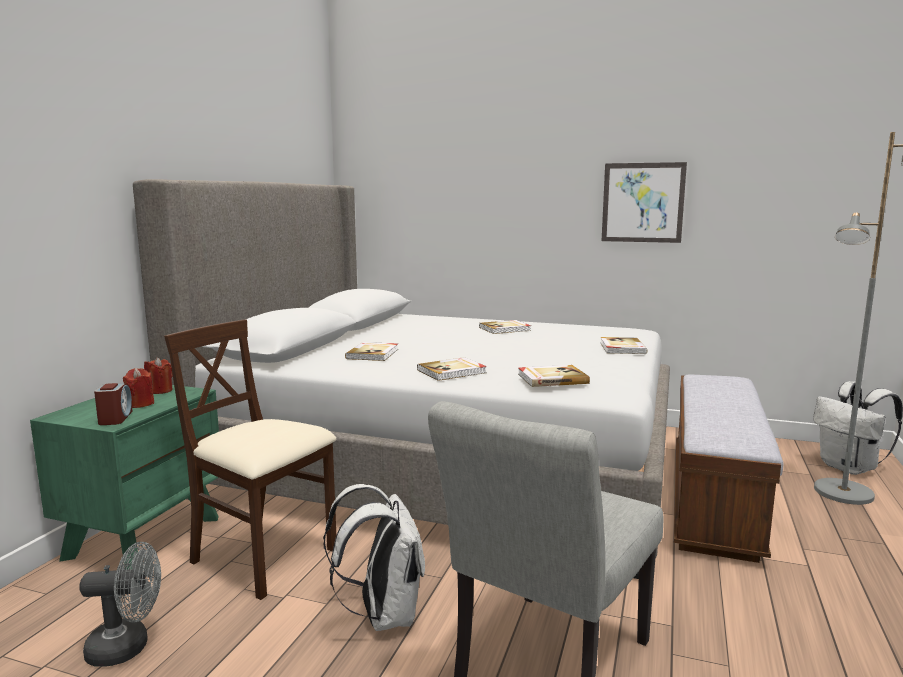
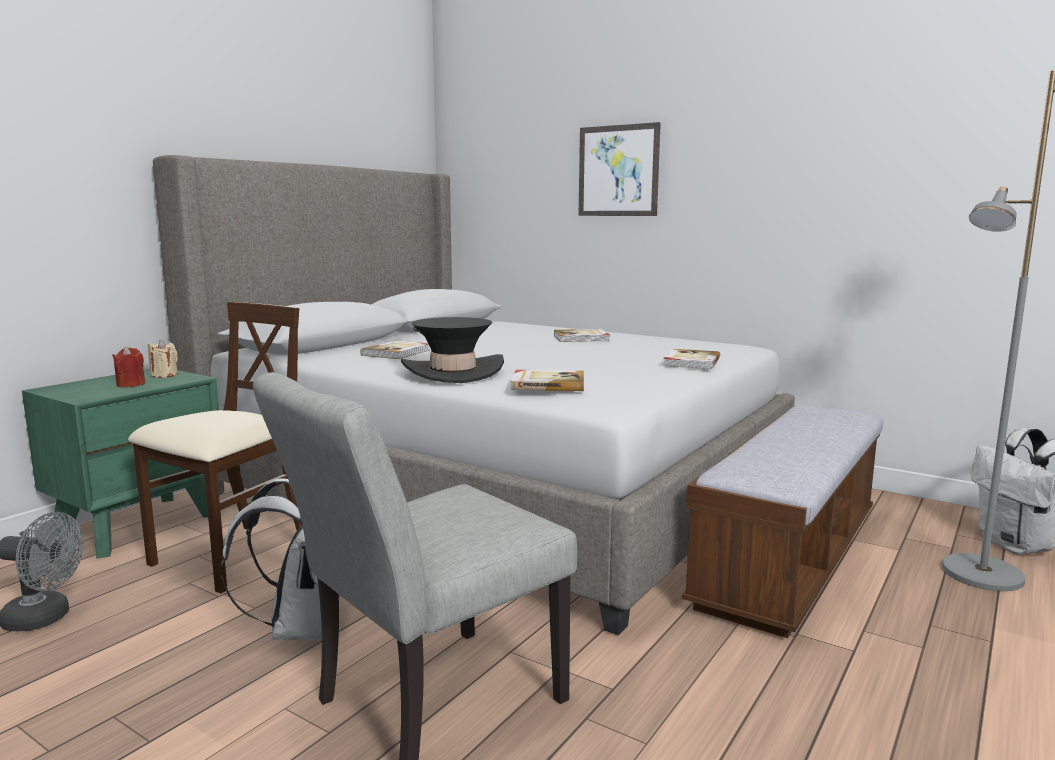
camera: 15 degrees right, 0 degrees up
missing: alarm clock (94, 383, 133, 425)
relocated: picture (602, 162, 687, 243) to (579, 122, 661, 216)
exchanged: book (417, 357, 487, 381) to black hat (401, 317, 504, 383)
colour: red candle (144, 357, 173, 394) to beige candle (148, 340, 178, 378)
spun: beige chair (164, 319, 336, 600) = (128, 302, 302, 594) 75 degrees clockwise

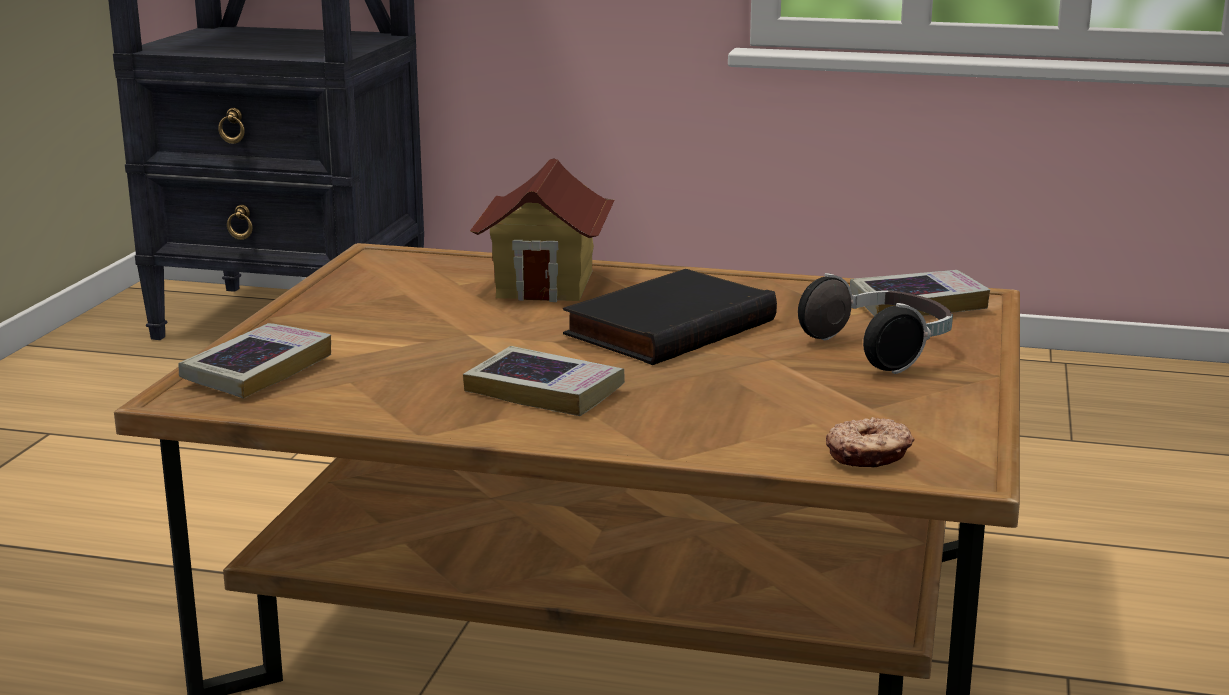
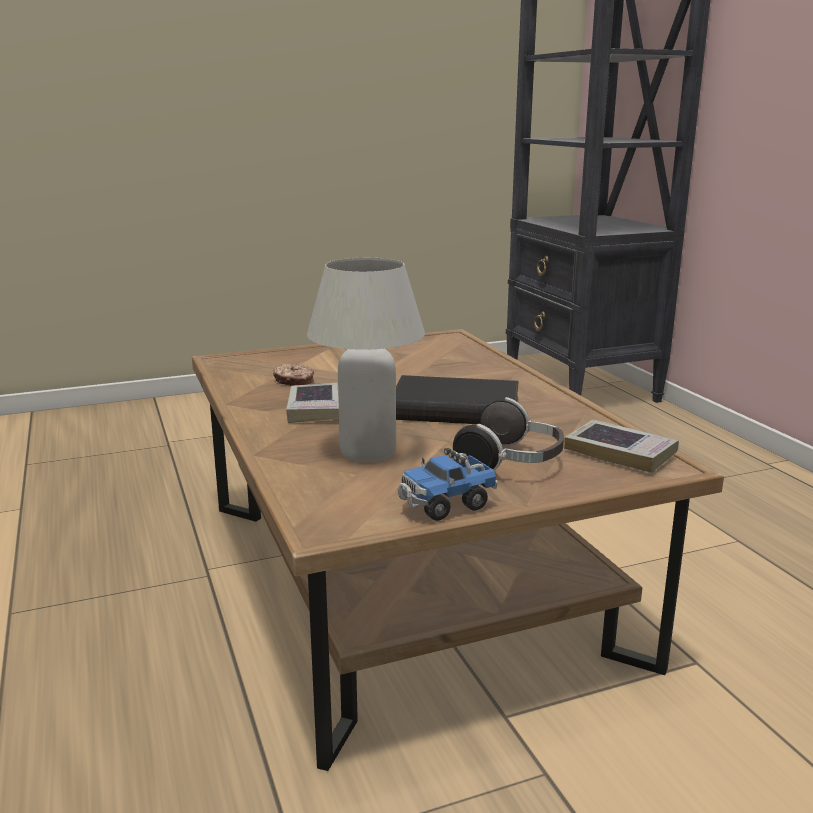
camera: 55 degrees right, 0 degrees up
missing: toy house (470, 159, 615, 302); book (178, 323, 331, 398)
appeared: white table lamp (307, 258, 425, 462); toy truck (398, 448, 497, 521)
relocated: donut (826, 417, 914, 468) to (273, 364, 314, 386)

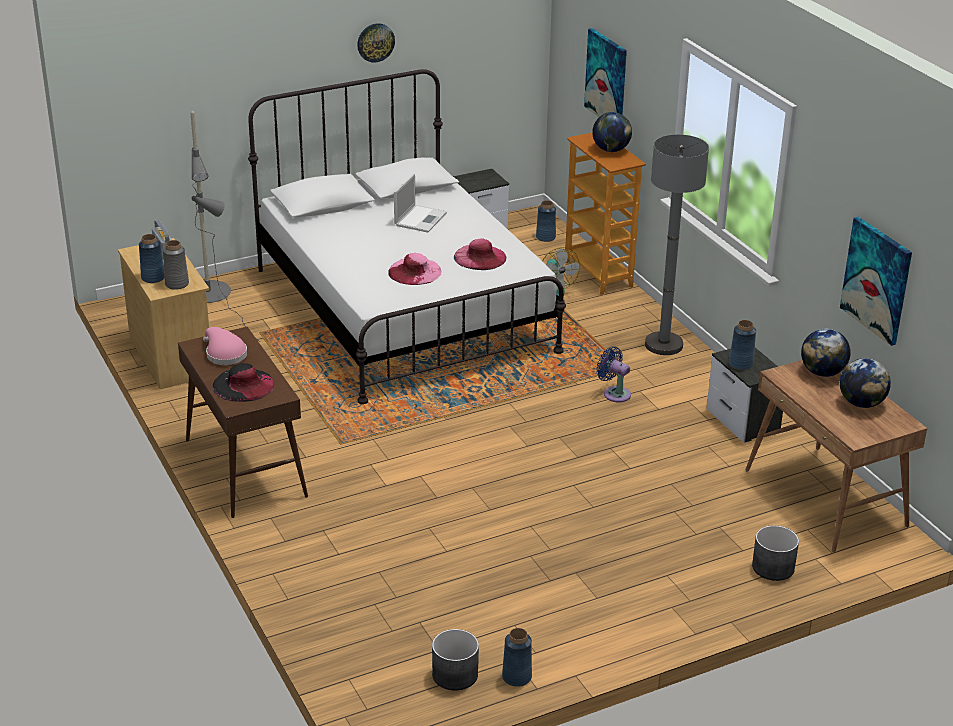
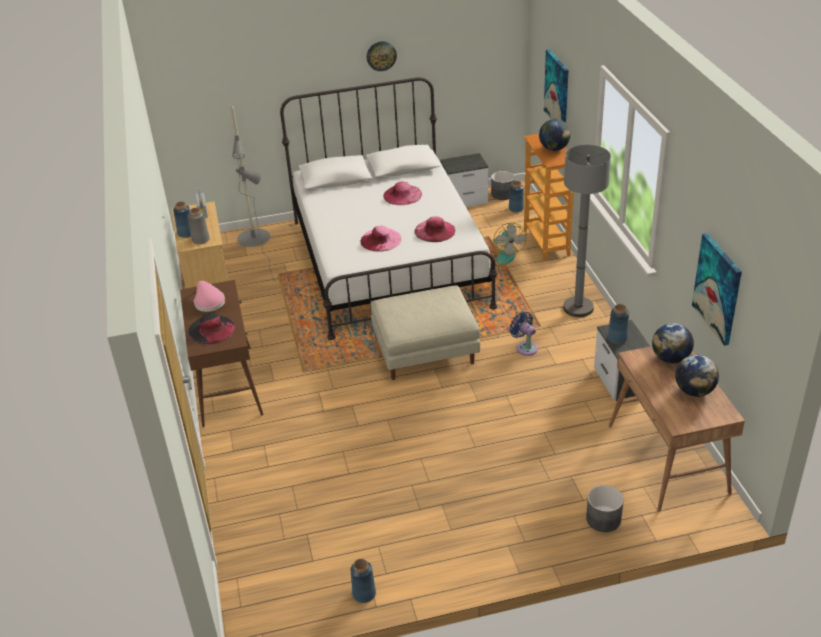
camera: 15 degrees right, 5 degrees up
appeared: beige ottoman (371, 285, 480, 380)
relocated: grey planter (432, 629, 479, 691) to (491, 171, 515, 200)
exchanged: laptop (394, 174, 447, 233) to pink hat (383, 181, 422, 205)

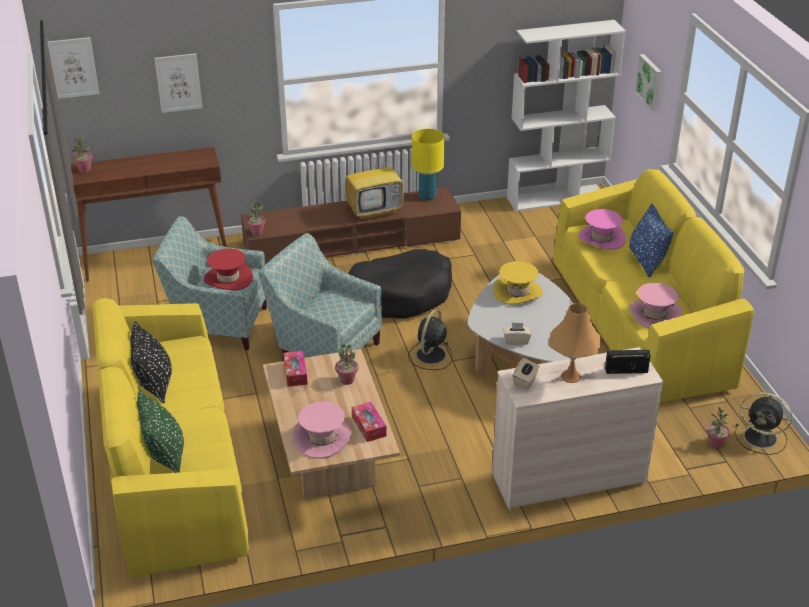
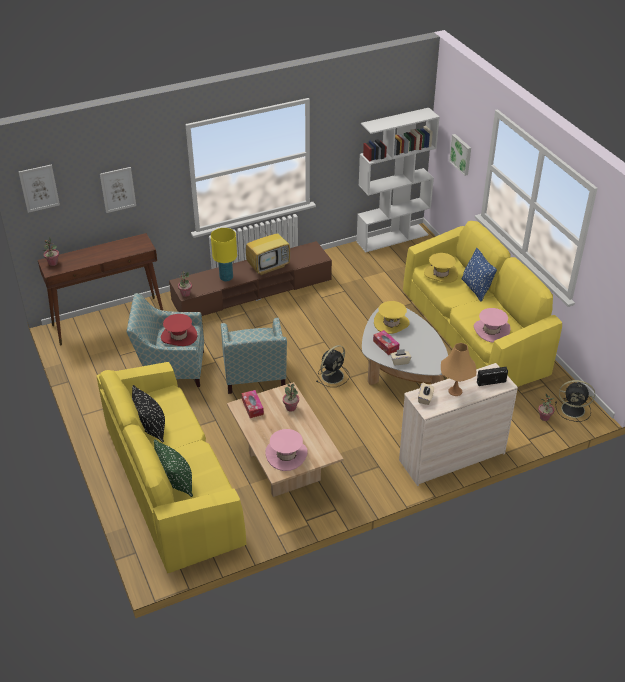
camera: 10 degrees left, 5 degrees up
missing: black dog bed (348, 249, 452, 319)
relocated: yellow table lamp (412, 129, 445, 200) to (211, 228, 237, 282); tissue box (352, 402, 387, 442) to (373, 330, 399, 355)
colour: pink hat (578, 209, 626, 250) to yellow hat (424, 253, 458, 283)
spun: armchair (258, 233, 382, 361) = (221, 318, 287, 394) 120 degrees counterclockwise; black fan (408, 309, 452, 370) = (316, 345, 350, 387) 150 degrees counterclockwise

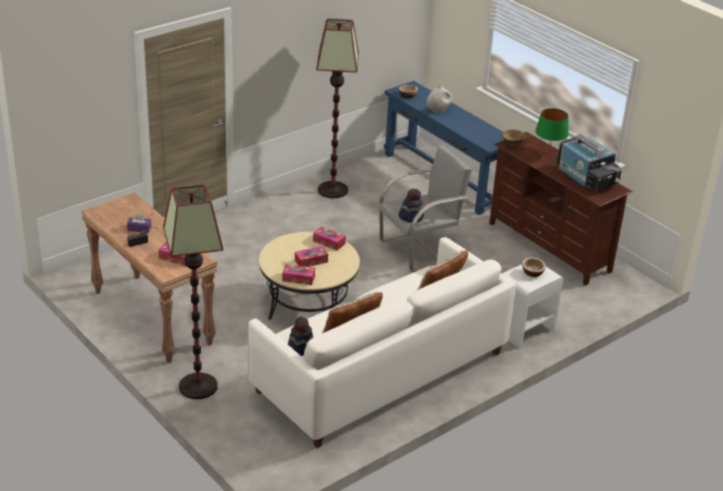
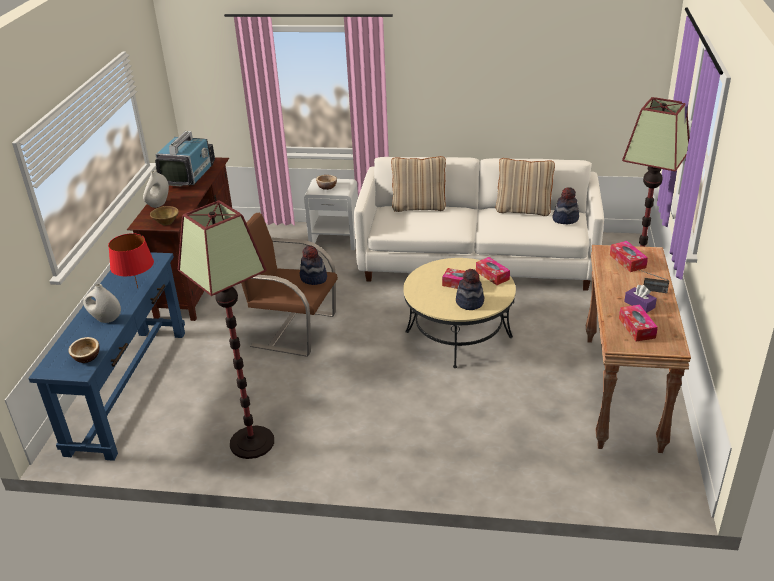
camera: 130 degrees left, 0 degrees up
appeared: red table lamp (108, 233, 154, 288); hat (456, 269, 484, 310)
relocated: tissue box (313, 226, 346, 251) to (619, 305, 658, 341)
exchanged: green table lamp (535, 108, 569, 152) to white vase (143, 170, 169, 208)
colour: grey armchair (379, 145, 472, 272) to brown armchair (241, 213, 338, 357)

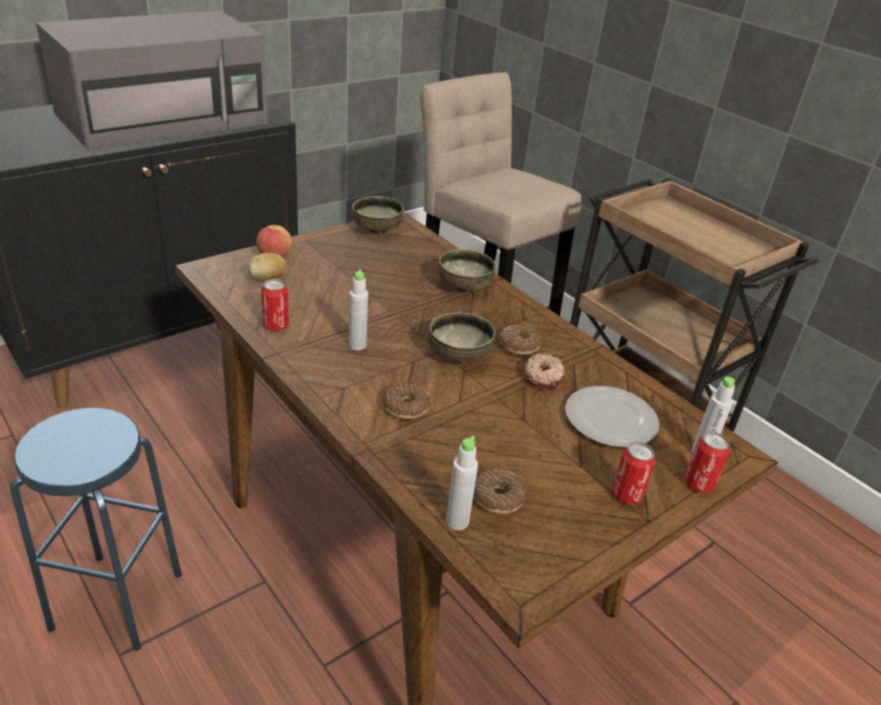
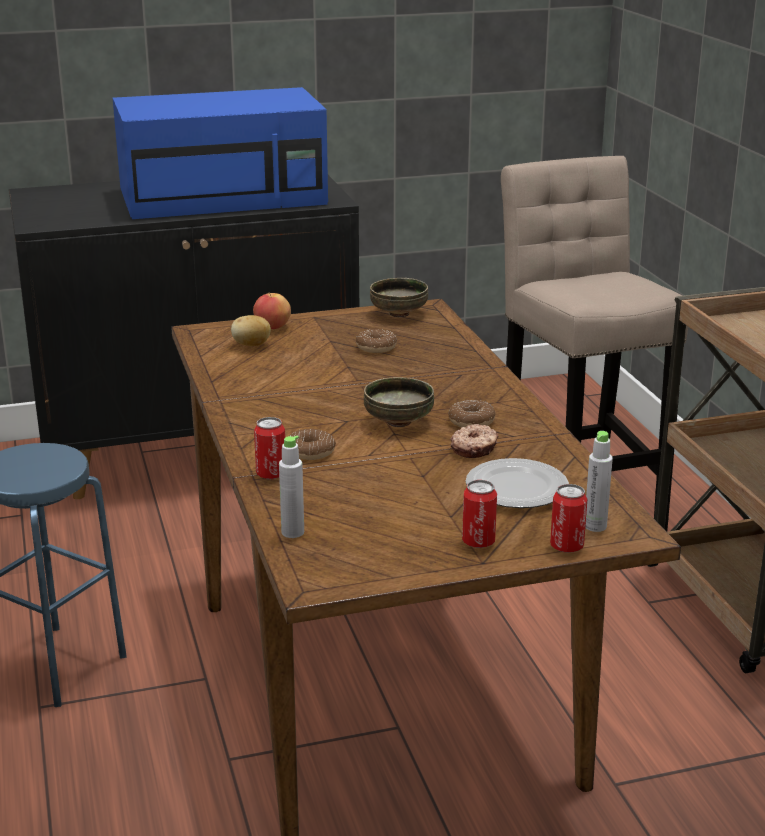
camera: 25 degrees right, 10 degrees down
missing: bowl (438, 249, 496, 292); grey bottle (348, 270, 368, 350)
relocated: can (261, 279, 289, 331) to (254, 417, 285, 479); donut (473, 469, 526, 514) to (356, 329, 397, 353)
colour: grey microwave (36, 11, 268, 151) to blue microwave (113, 87, 328, 219)

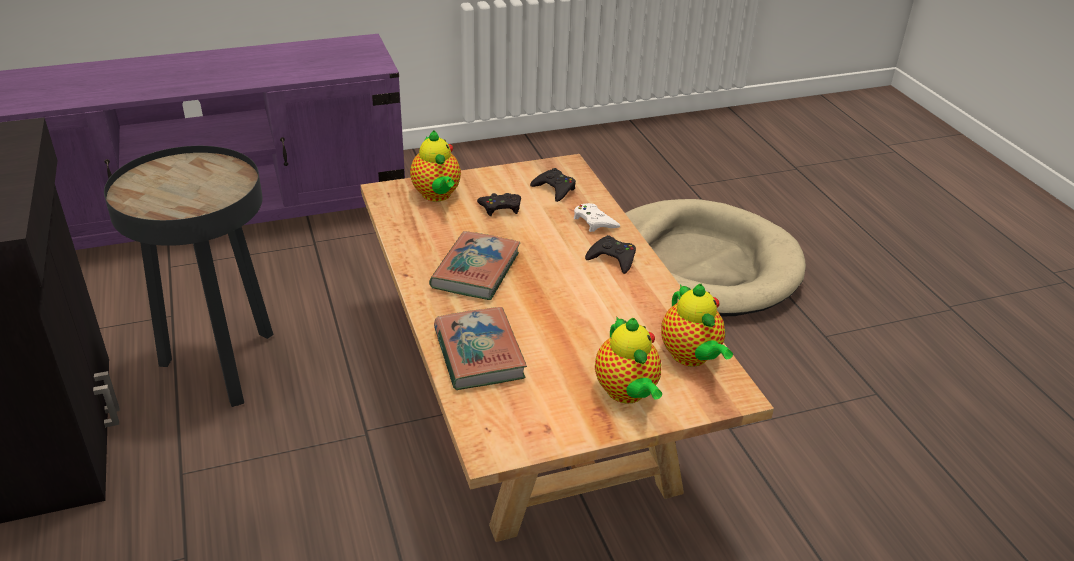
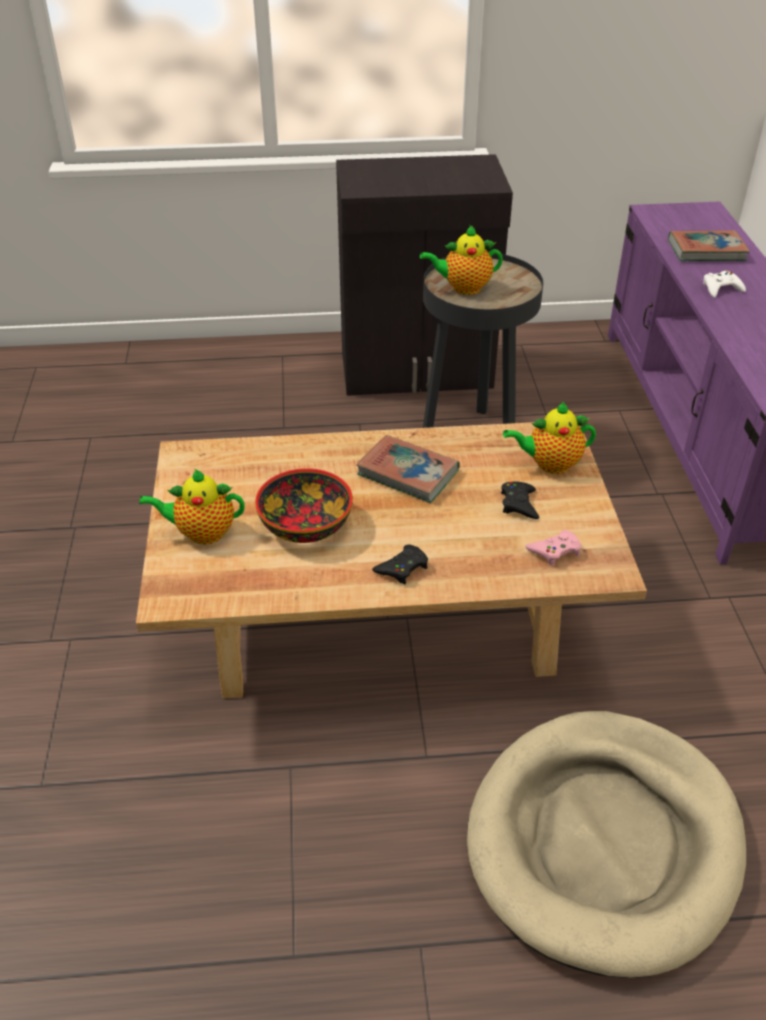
camera: 105 degrees right, 5 degrees up
appeared: bowl (255, 468, 353, 543)
relocated: white game controller (574, 203, 620, 232) to (703, 271, 746, 298); teapot (661, 284, 733, 367) to (420, 225, 503, 295); book (434, 307, 527, 390) to (668, 230, 750, 261)
colour: black game controller (530, 168, 576, 202) to pink game controller (525, 530, 582, 566)

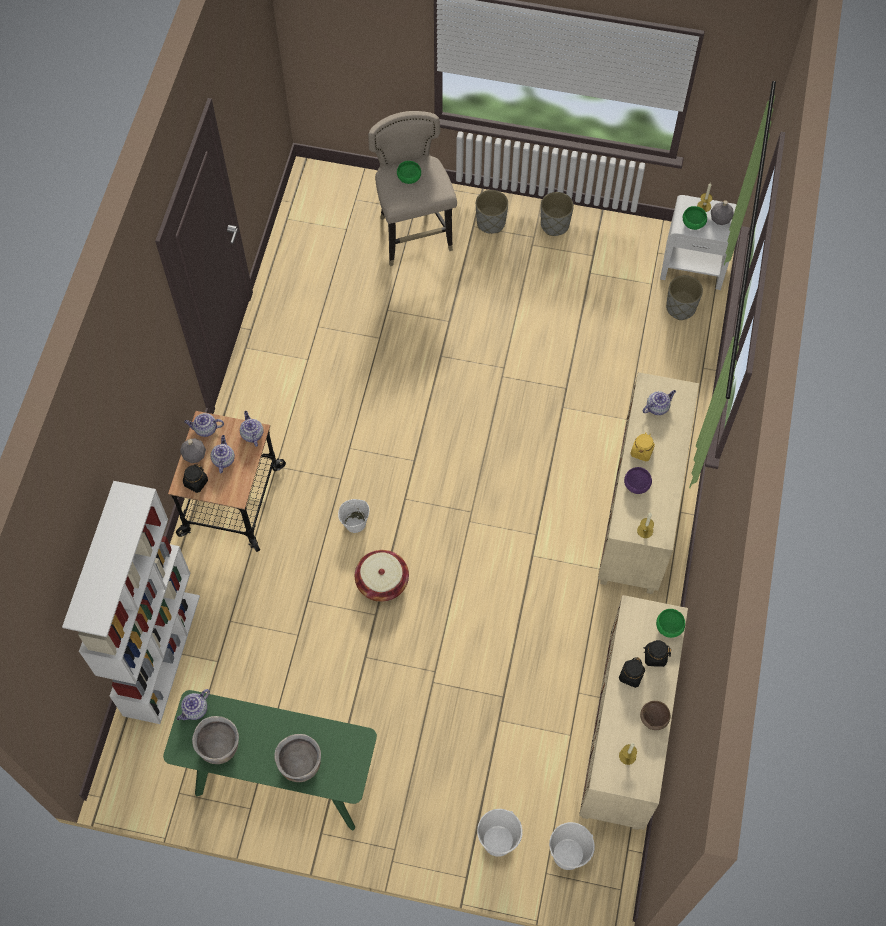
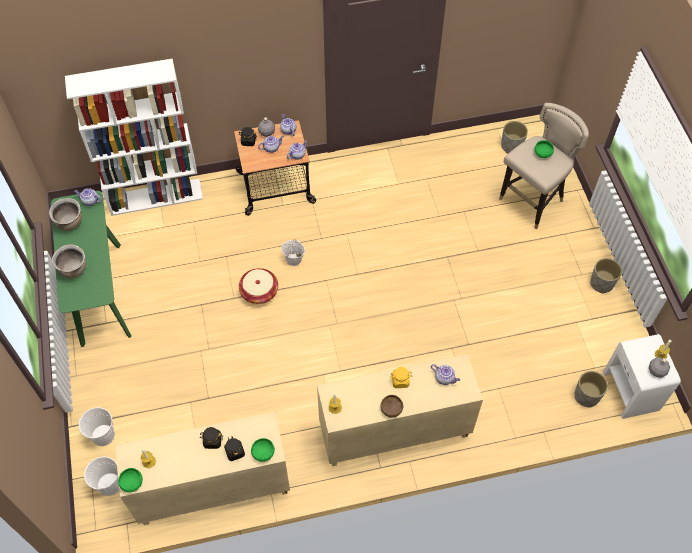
camera: 65 degrees right, 5 degrees down
missing: purple bowl (624, 467, 652, 494)
relocated: grey planter (476, 190, 508, 234) to (501, 121, 528, 153); green bowl (683, 206, 707, 230) to (118, 468, 143, 492); brown bowl (640, 701, 670, 730) to (380, 395, 403, 417)

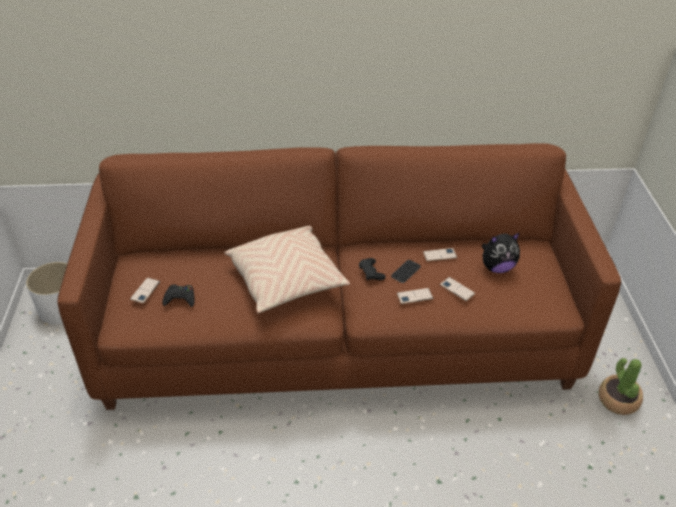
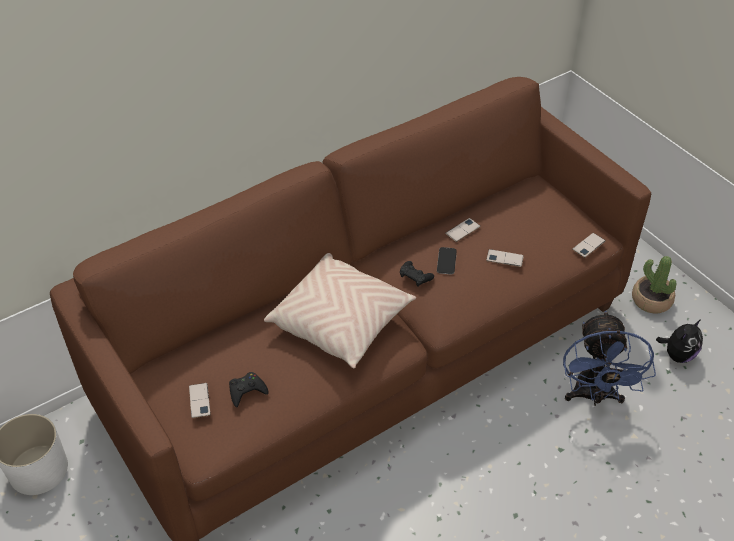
camera: 30 degrees left, 5 degrees up
appeared: blue fan (563, 310, 656, 406)
relocated: plush toy (481, 232, 520, 273) to (656, 319, 703, 363); phone (397, 288, 433, 304) to (572, 233, 606, 258)

